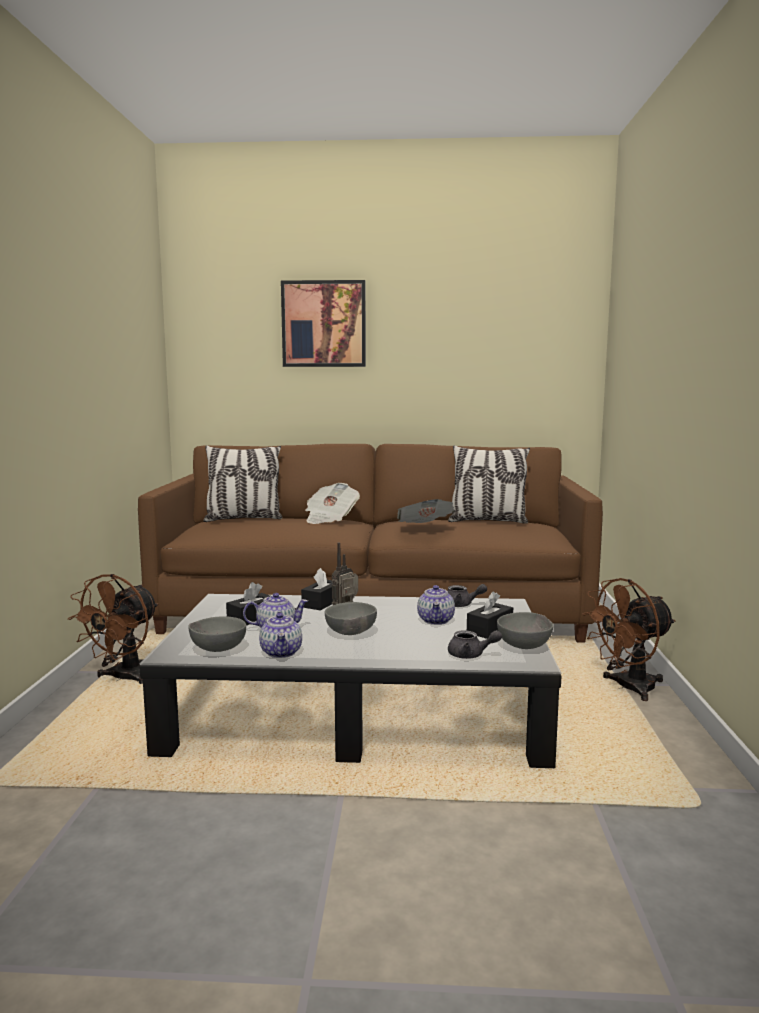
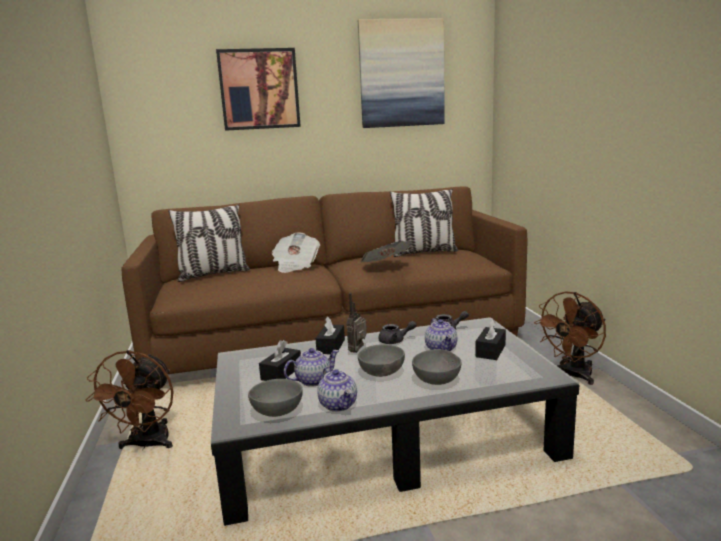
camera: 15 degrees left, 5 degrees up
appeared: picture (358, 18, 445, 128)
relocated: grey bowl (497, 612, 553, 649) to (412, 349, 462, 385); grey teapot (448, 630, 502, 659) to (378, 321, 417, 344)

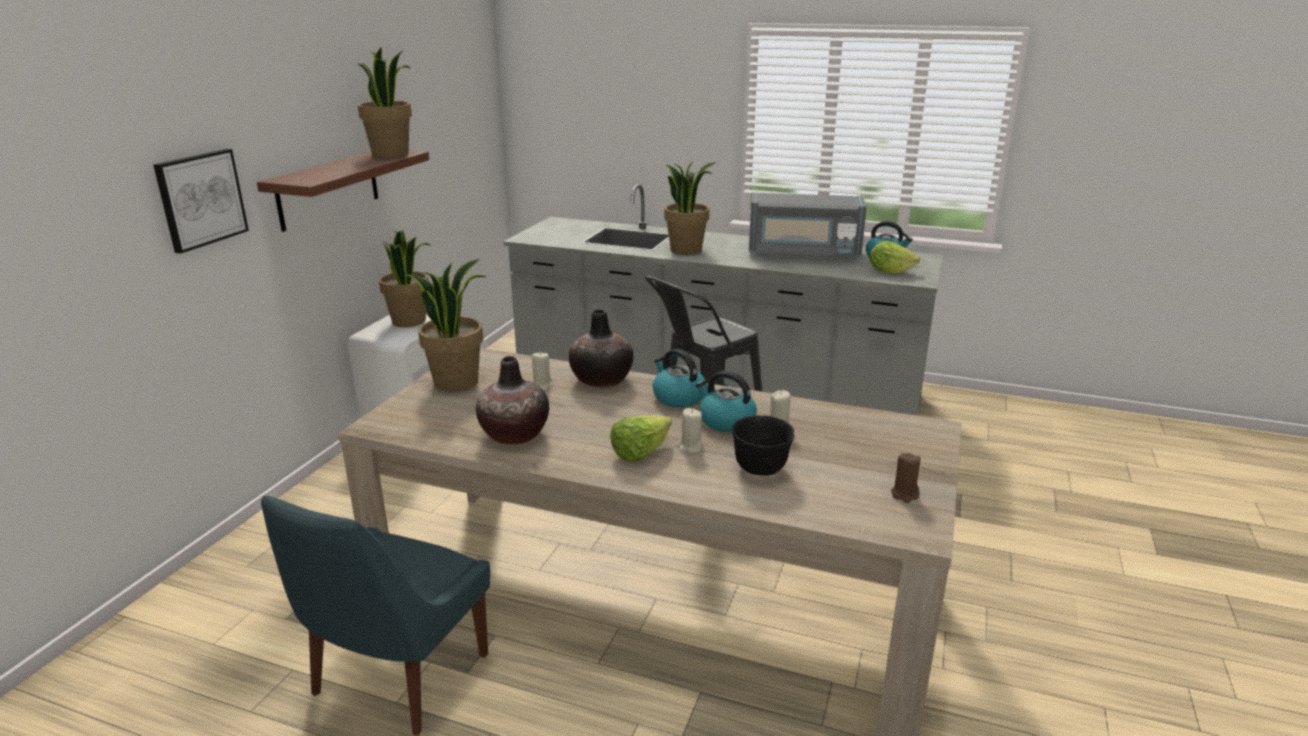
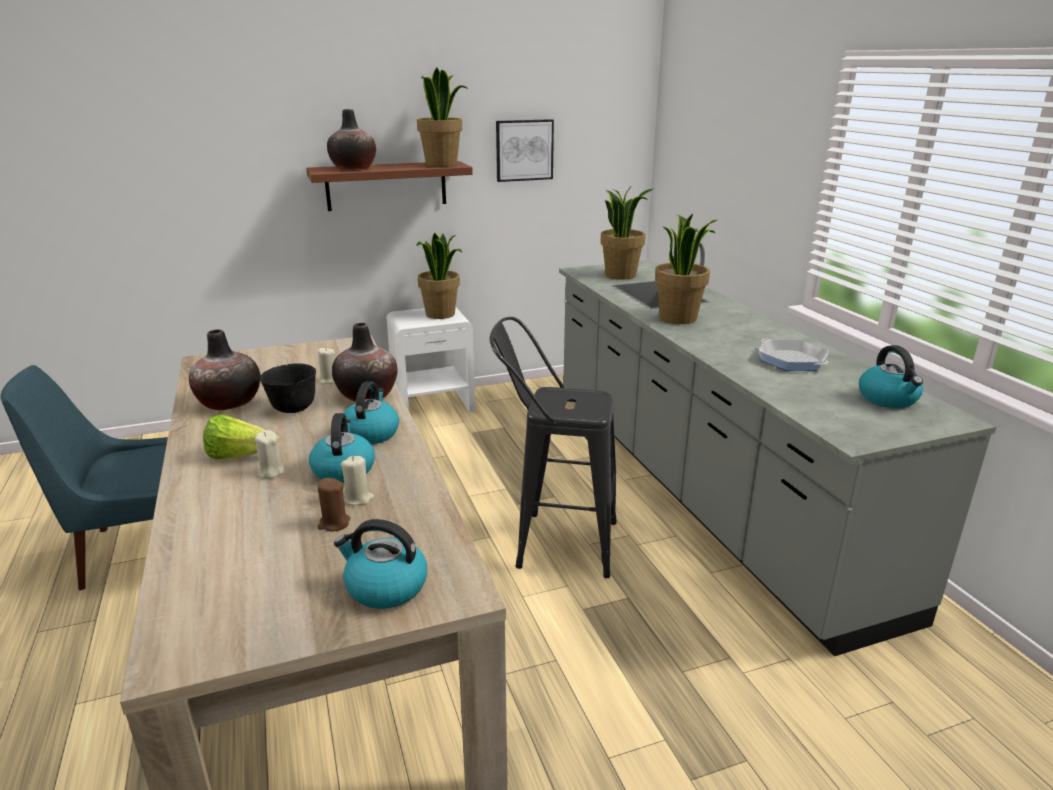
camera: 50 degrees right, 0 degrees up
missing: lettuce (870, 241, 920, 274)
appeared: vase (327, 109, 376, 170); kettle (334, 519, 427, 609)
relocated: picture (153, 149, 249, 254) to (496, 119, 554, 182); potted plant (405, 259, 486, 392) to (600, 187, 655, 280); black bowl (732, 415, 795, 476) to (260, 363, 316, 413); brown candle (891, 453, 920, 503) to (318, 478, 350, 532)
exchanged: grey microwave (749, 193, 867, 260) to frying pan (759, 339, 829, 371)

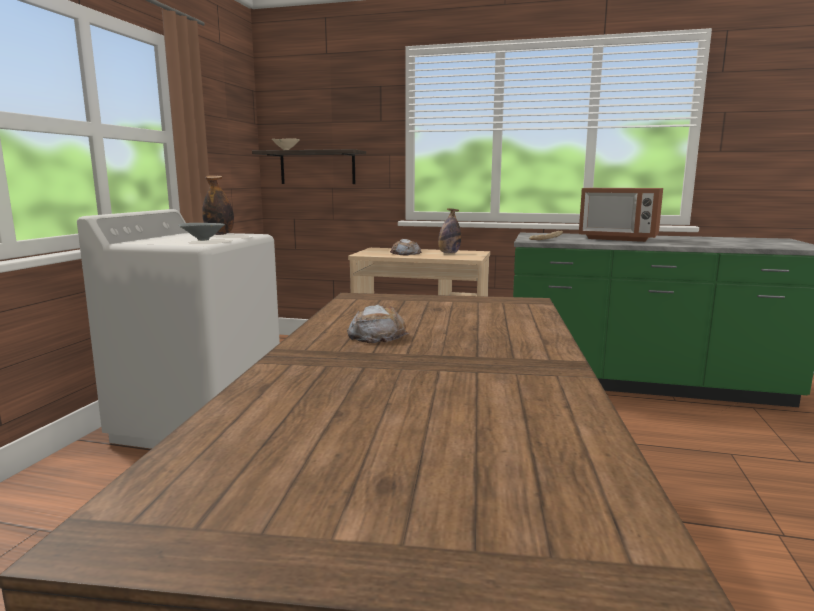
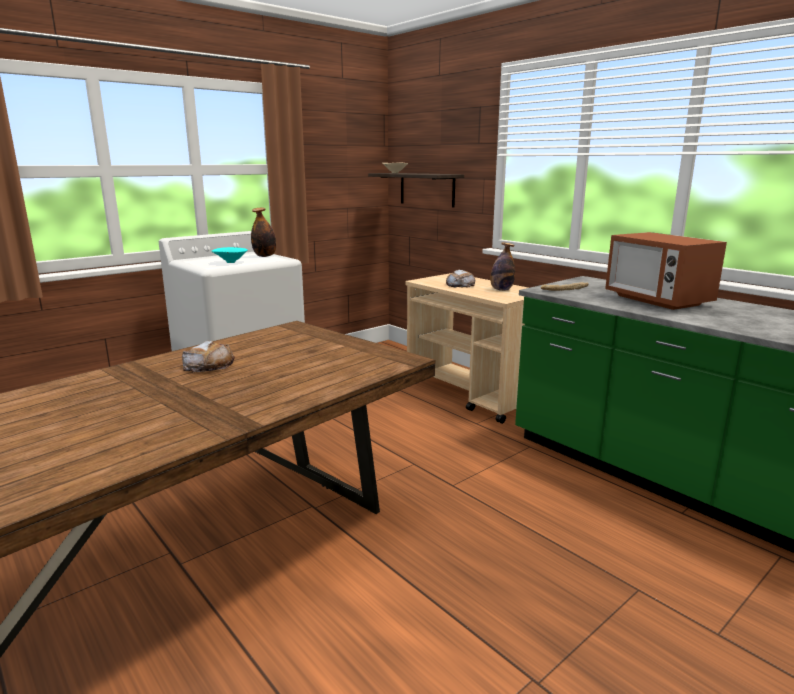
camera: 35 degrees right, 5 degrees up
colour: grey bowl (178, 223, 225, 241) to turquoise bowl (211, 247, 248, 263)

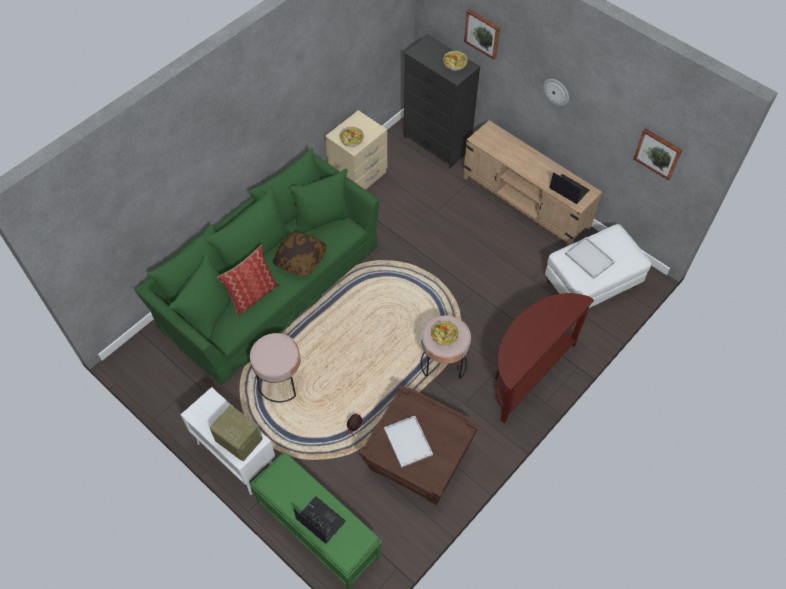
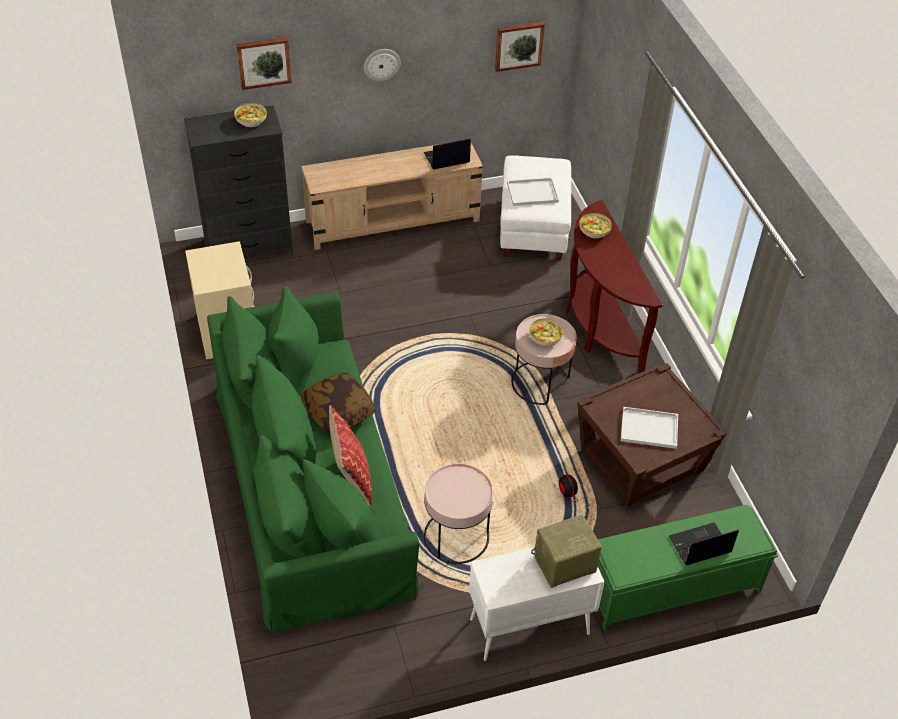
camera: 60 degrees left, 10 degrees down
relocated: bowl (340, 127, 364, 147) to (579, 213, 612, 238)

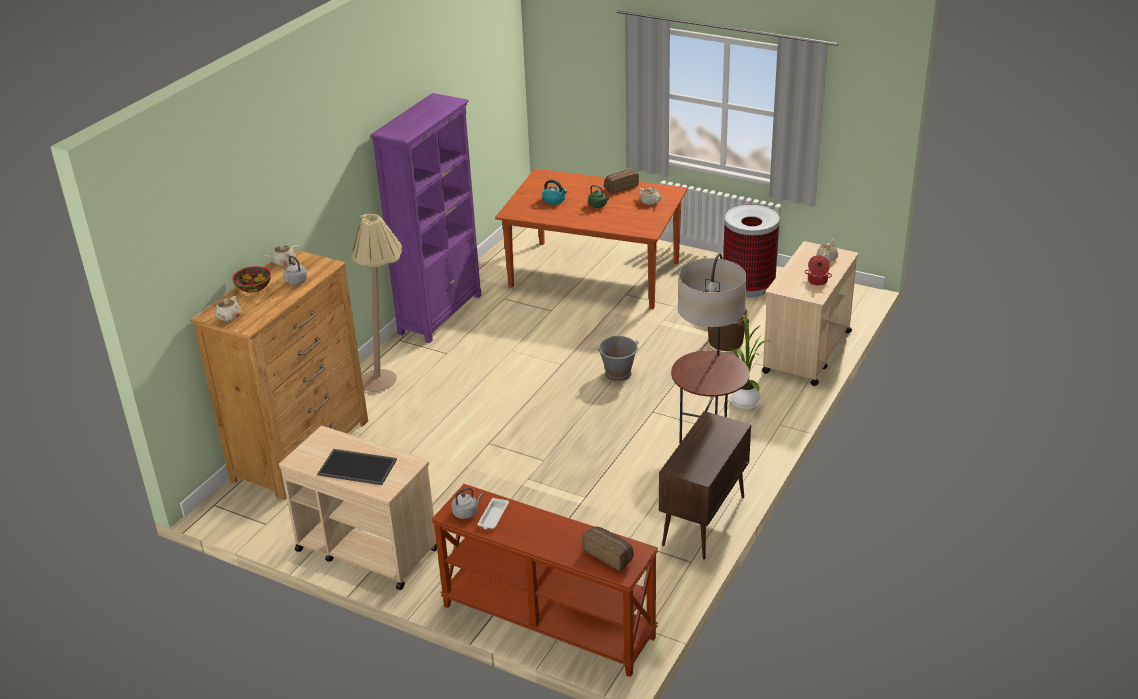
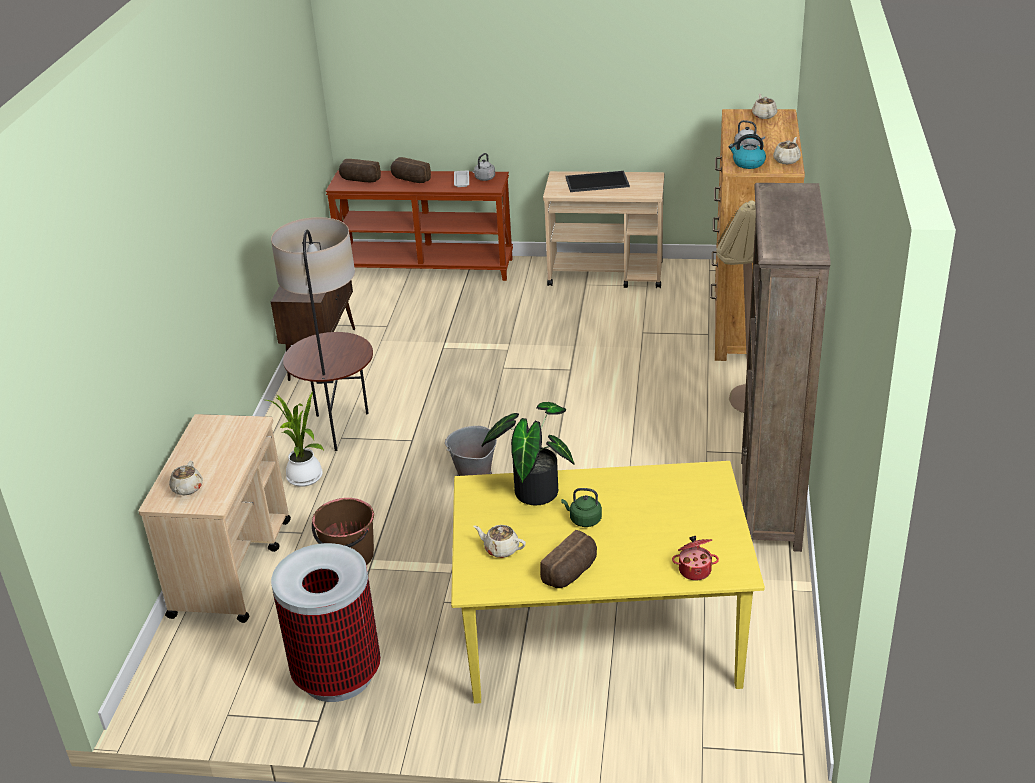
camera: 160 degrees right, 0 degrees up
missing: bowl (232, 266, 271, 293)
appeared: bread (391, 157, 431, 183); potted plant (482, 402, 574, 505)
relocated: kettle (542, 180, 567, 205) to (729, 134, 766, 169); cooking pot (804, 255, 832, 286) to (672, 536, 719, 580)
colour: purple bookcase (370, 93, 482, 343) to brown bookcase (741, 183, 831, 552); brown dining table (495, 169, 688, 309) to yellow dining table (451, 461, 765, 704)

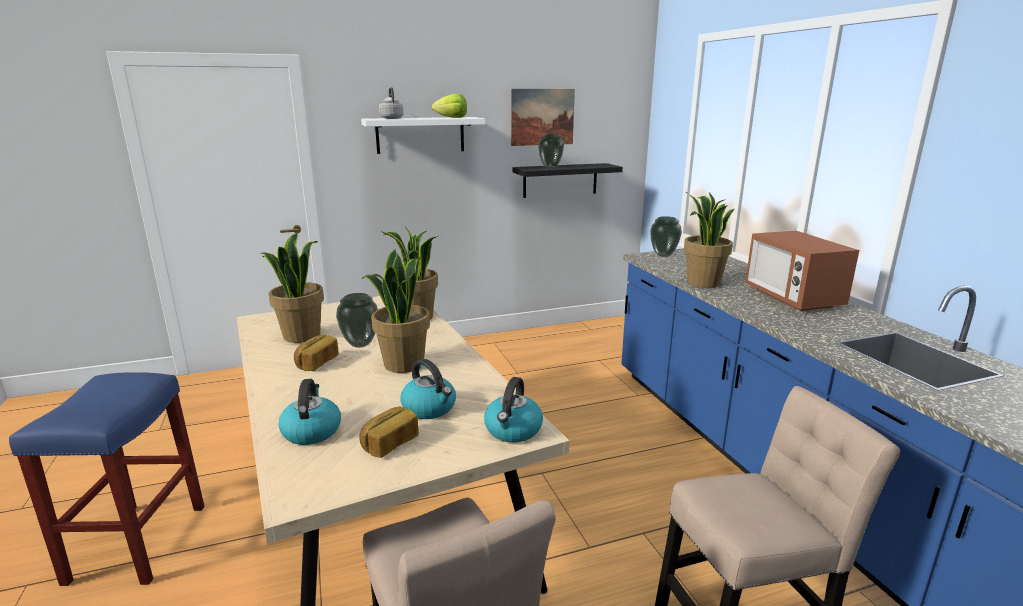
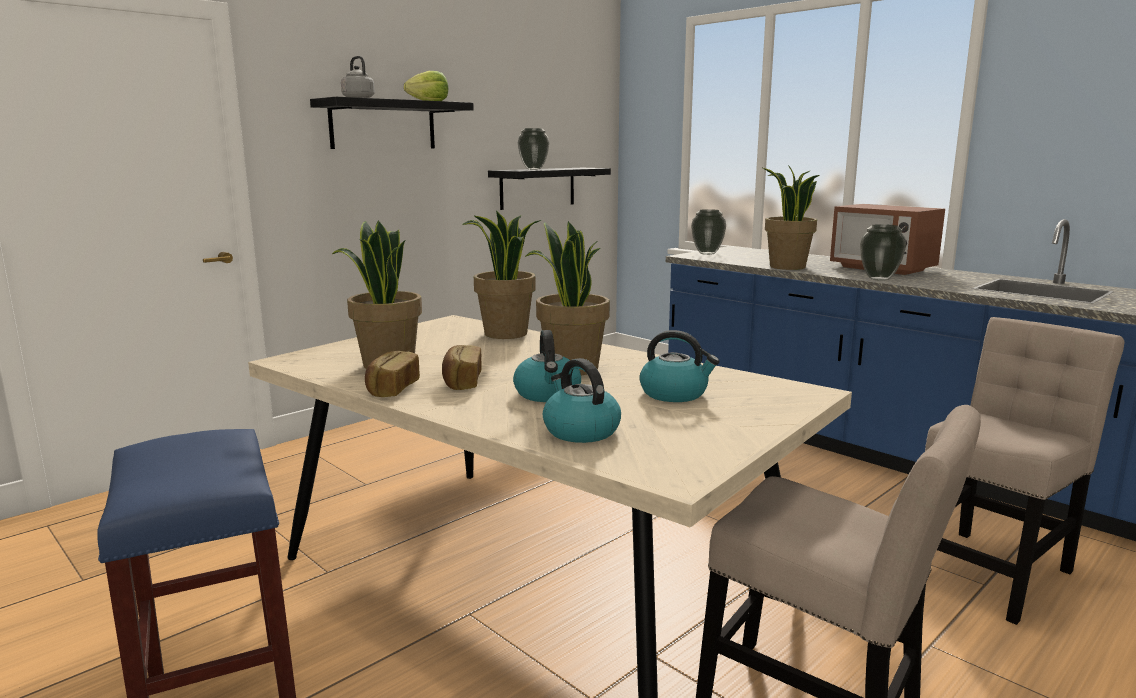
camera: 25 degrees left, 5 degrees down
missing: picture (511, 89, 575, 146)
relocated: vase (336, 293, 378, 348) to (860, 224, 906, 281); kettle (484, 377, 543, 443) to (513, 330, 581, 402); bread (359, 406, 419, 458) to (365, 351, 420, 397)
colour: white shelf (361, 117, 485, 154) to black shelf (310, 97, 474, 149)

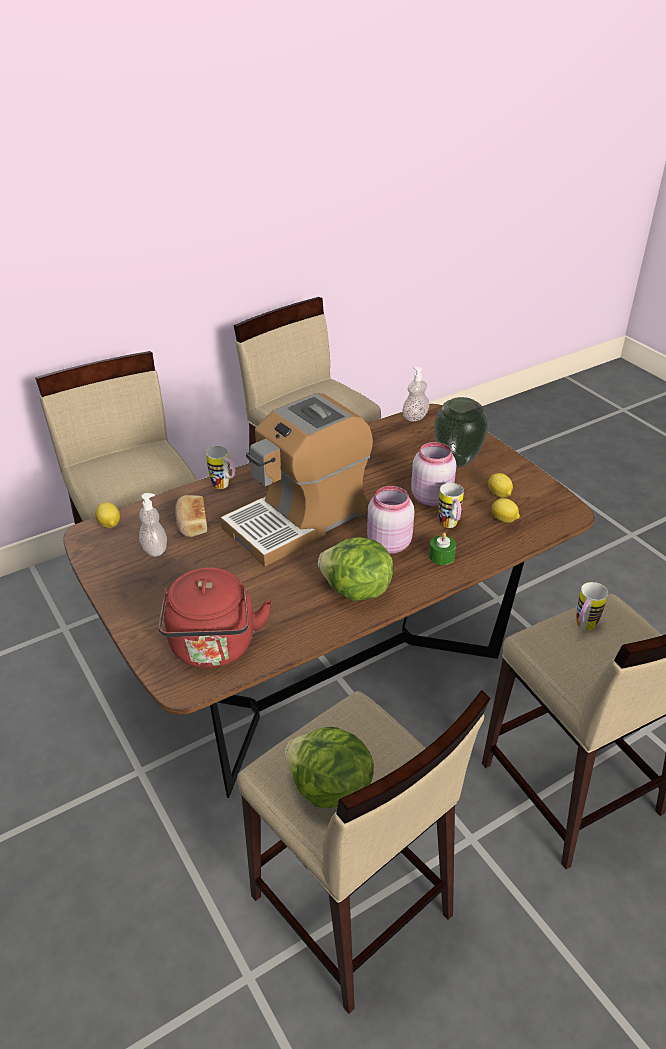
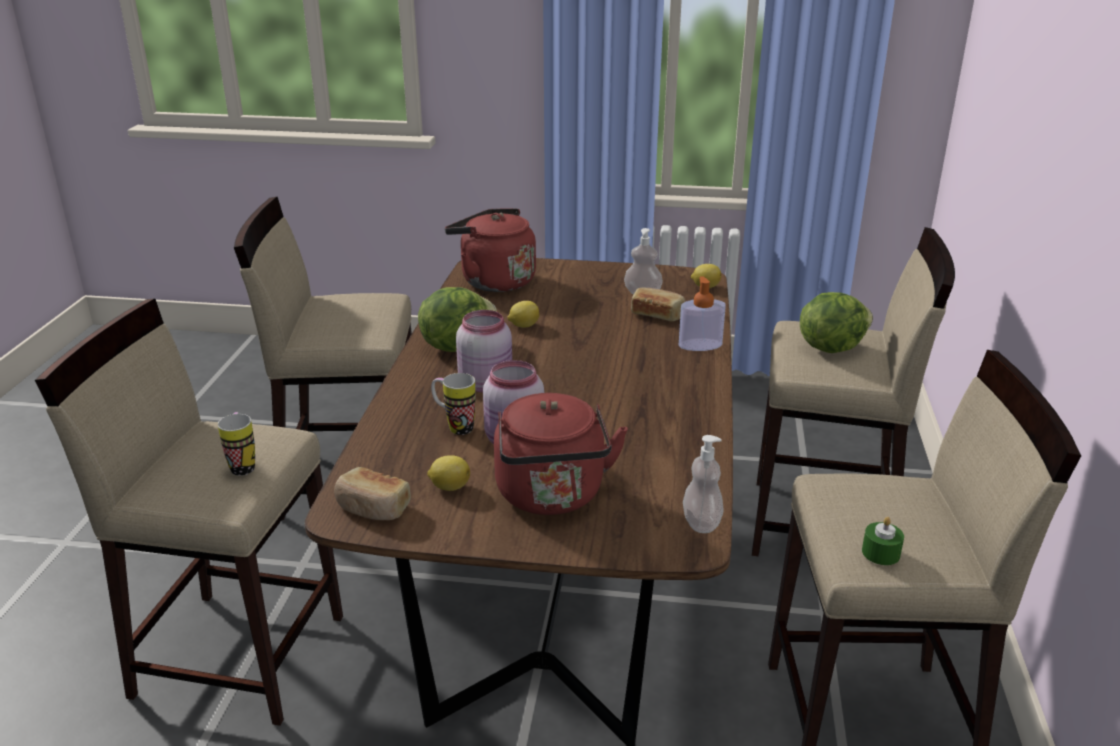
camera: 130 degrees right, 10 degrees down
missing: coffee machine (220, 393, 373, 566)
appeared: bread (334, 467, 411, 520)
relocated: lemon (491, 498, 520, 523) to (508, 301, 539, 328); green candle (429, 532, 456, 565) to (862, 517, 904, 565); lettuce (285, 727, 374, 808) to (800, 292, 873, 353)
exchanged: vase (434, 397, 488, 467) to red kettle (494, 393, 628, 515); mug (206, 446, 235, 489) to soap dispenser (679, 276, 726, 351)

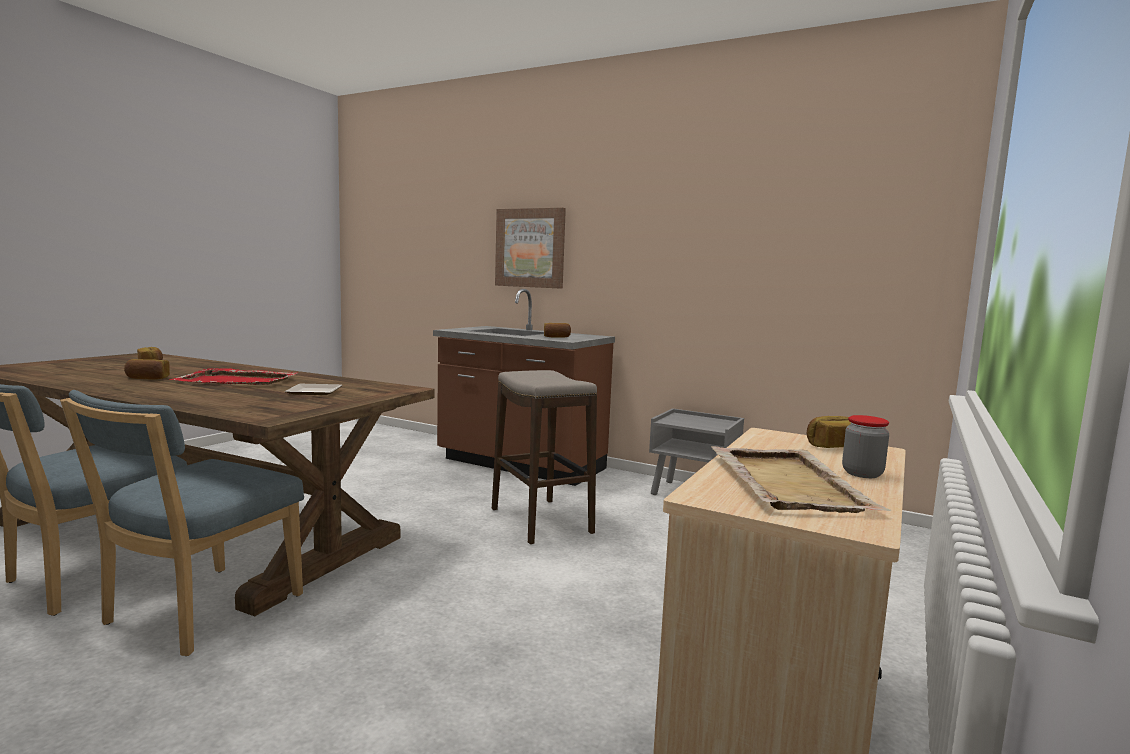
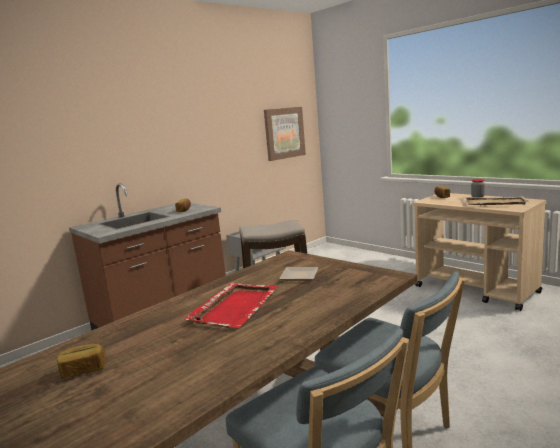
camera: 70 degrees left, 5 degrees up
missing: bread (124, 359, 170, 379)
relocated: picture (495, 208, 566, 289) to (264, 107, 306, 161)

